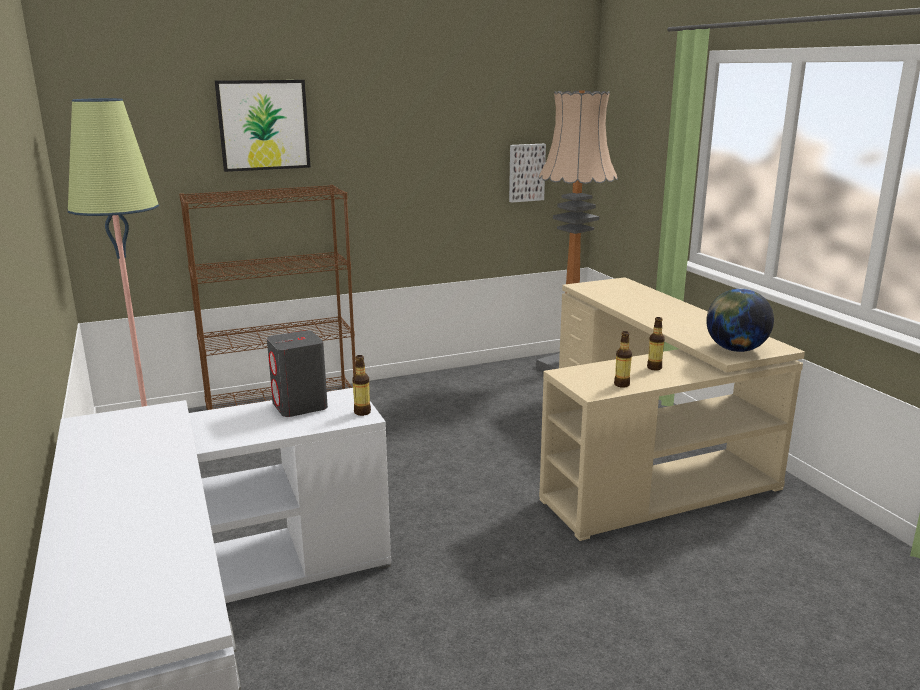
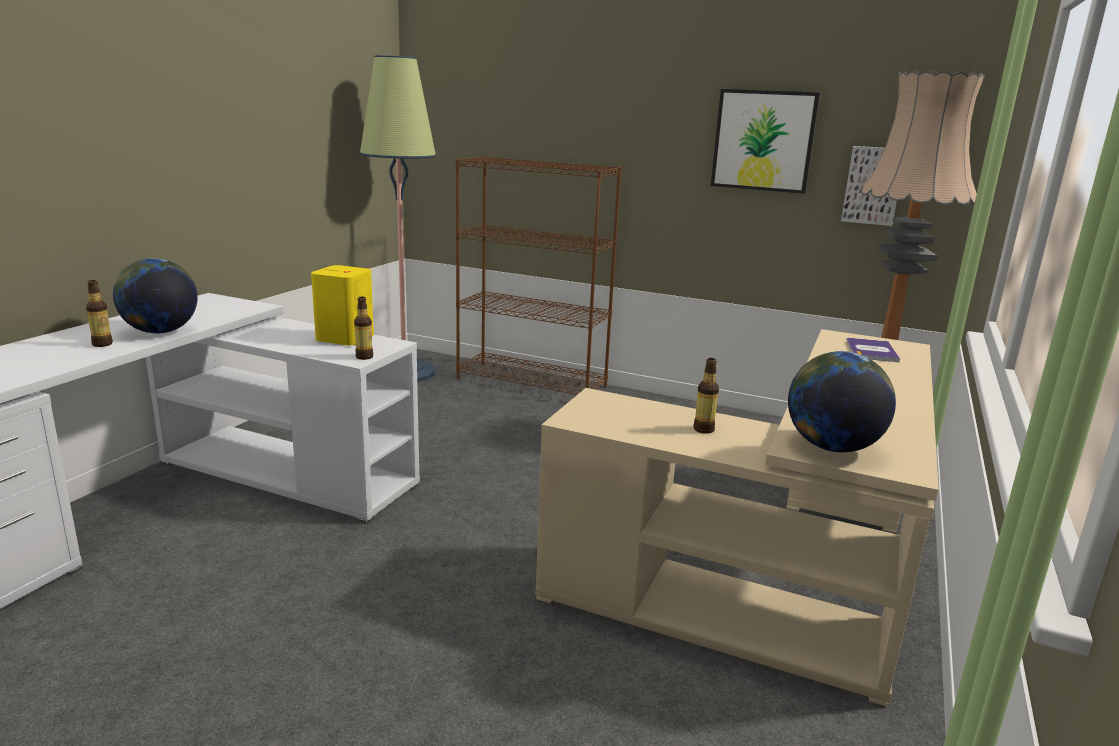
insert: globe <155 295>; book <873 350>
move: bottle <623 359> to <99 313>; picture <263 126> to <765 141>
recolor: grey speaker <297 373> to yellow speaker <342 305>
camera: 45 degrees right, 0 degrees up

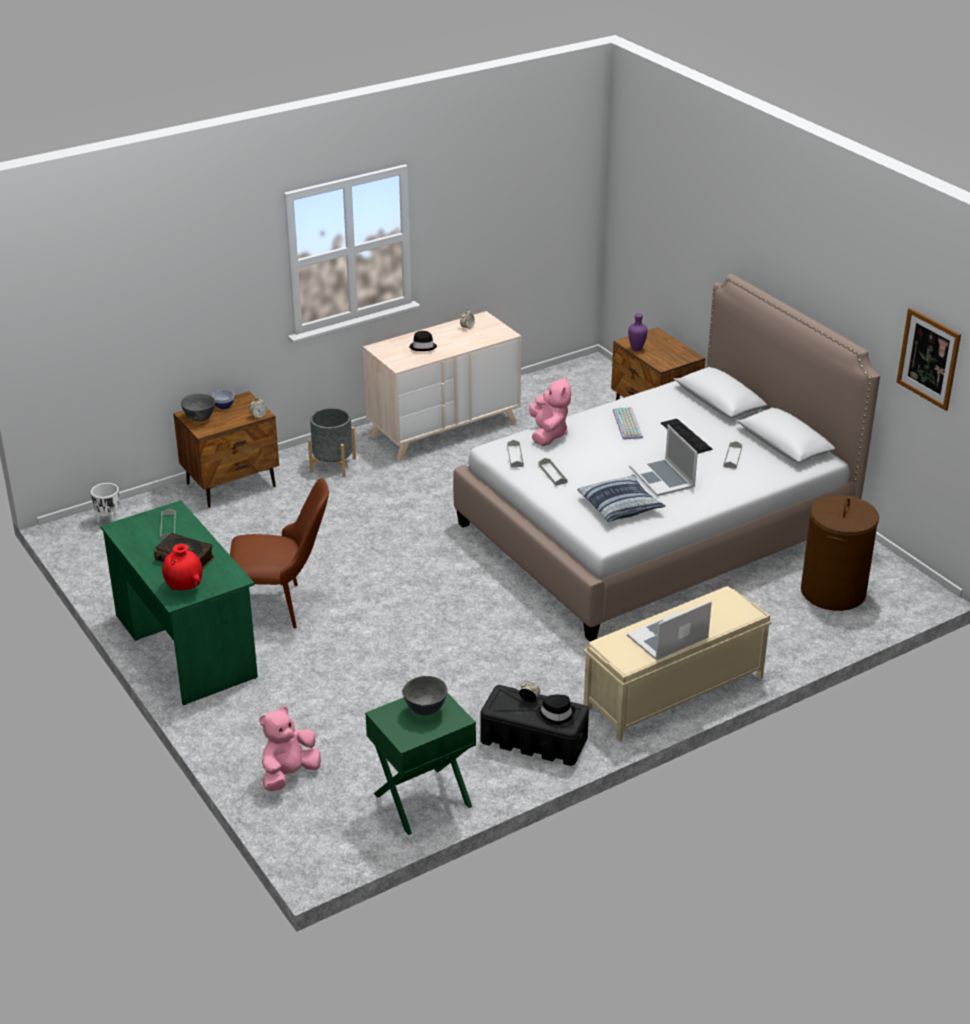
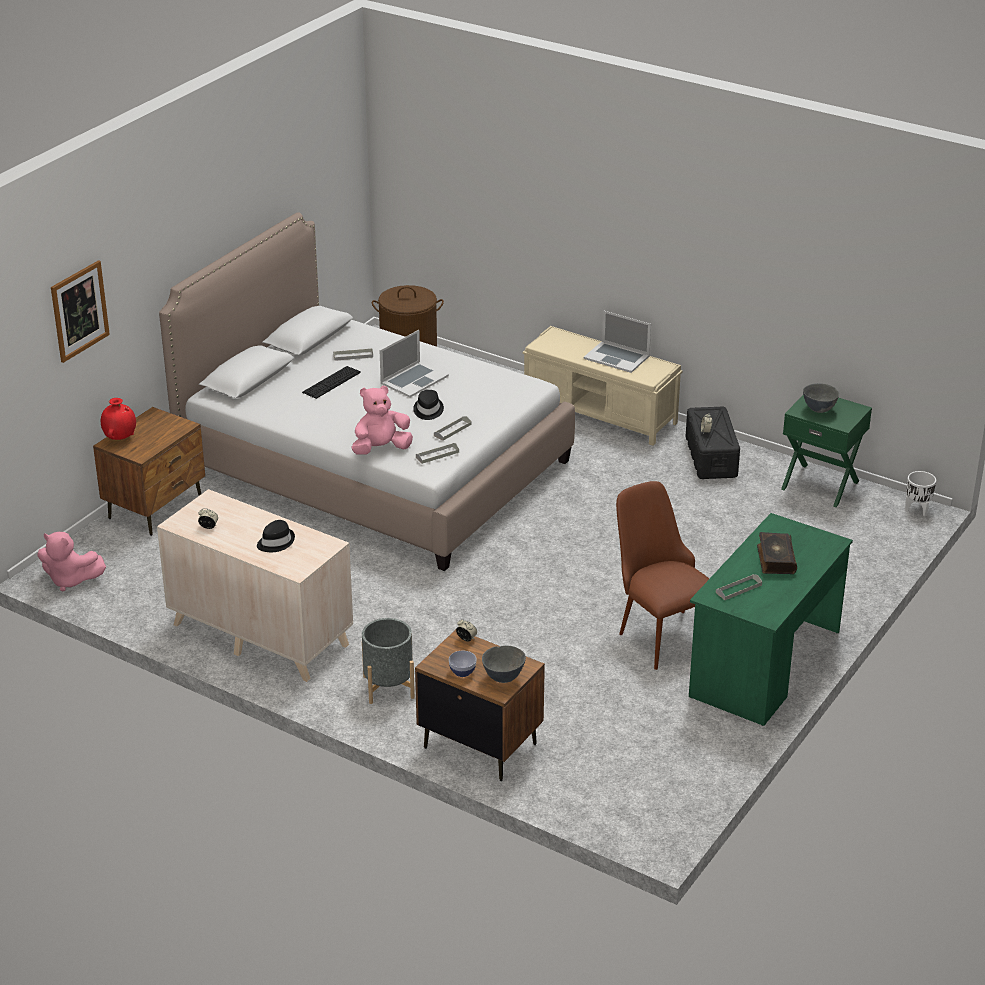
delete: pillow <622 498>; keyboard <628 423>; purple vase <637 332>
move: pink plush toy <290 748> to <72 562>; picture <929 359> to <80 311>; red vase <182 567> to <118 419>; black hat <556 710> to <428 405>; white planter <105 502> to <920 493>
camera: 115 degrees left, 0 degrees up

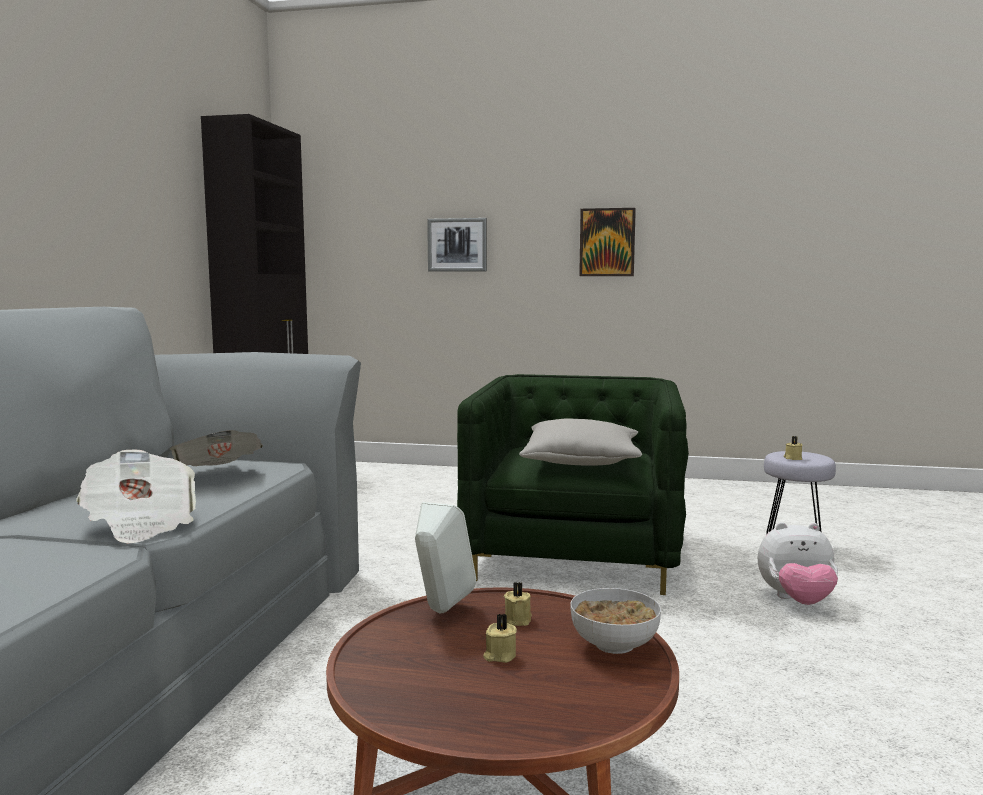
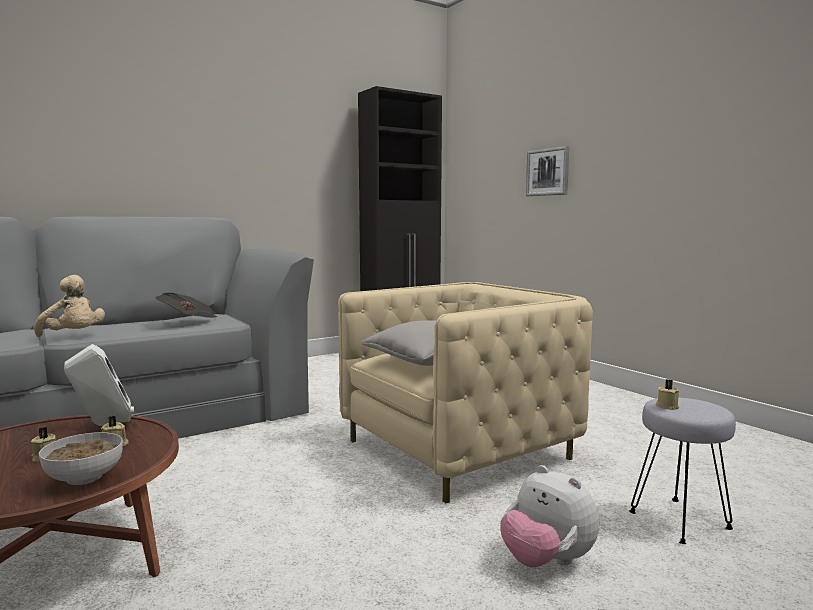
delete: picture <607 242>
replace: newspaper <136 496> to beige plush toy <69 306>
recolor: green armchair <573 484> to beige armchair <465 392>
camera: 45 degrees right, 0 degrees up

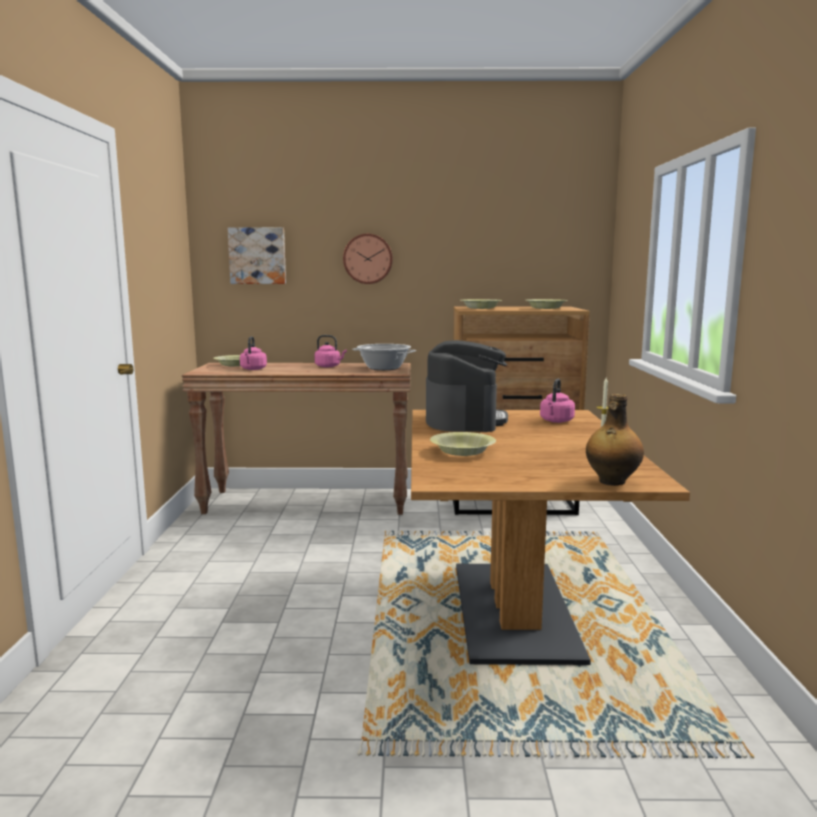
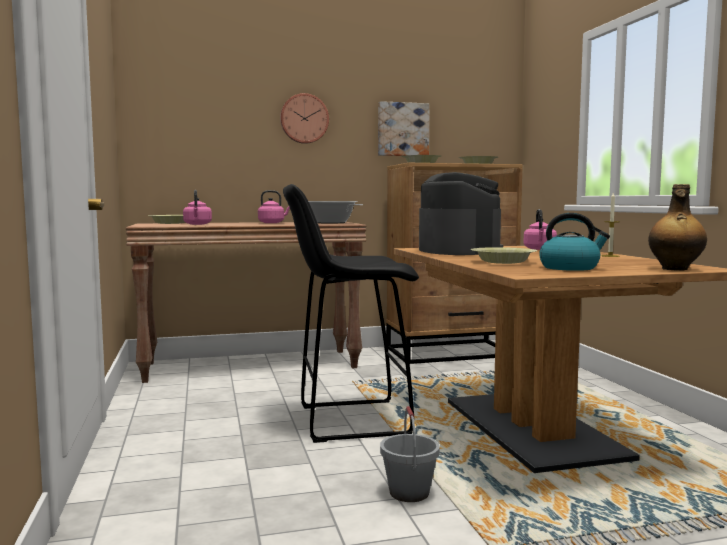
insert: black stool <351 313>; grey bucket <410 454>; kettle <574 242>
move: picture <257 255> to <404 128>
camera: 15 degrees left, 5 degrees down

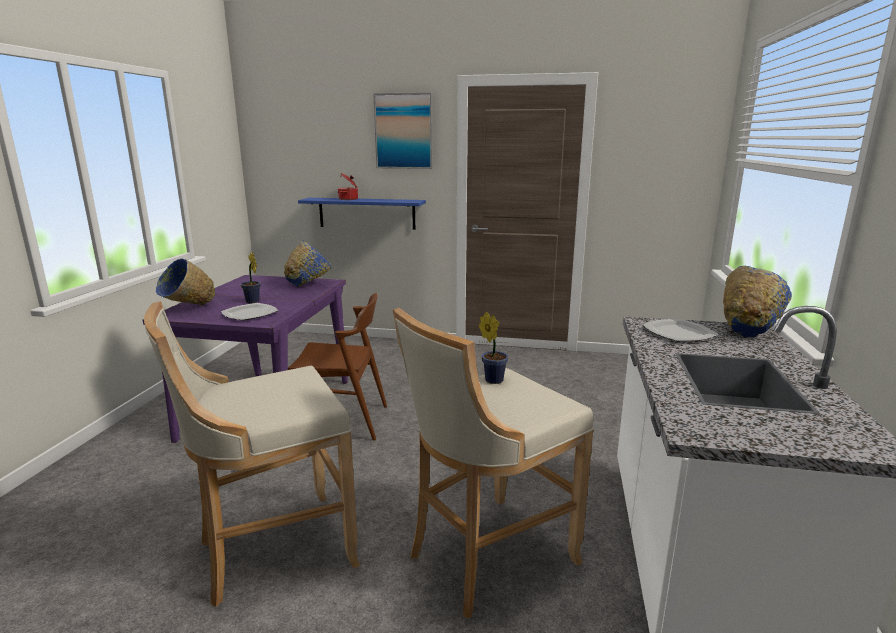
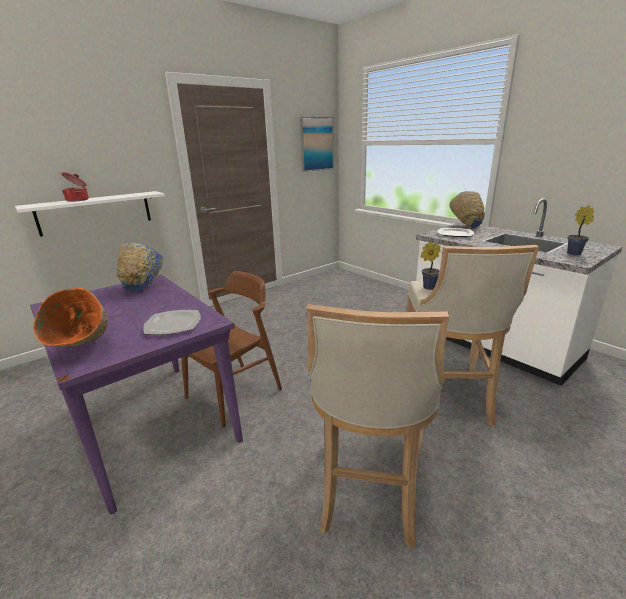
move: picture <403 131> to <317 144>; potted plant <251 277> to <580 230>
recolor: blue shelf <362 214> to white shelf <90 214>; blue bowl <185 282> to orange bowl <70 317>
camera: 50 degrees left, 5 degrees up

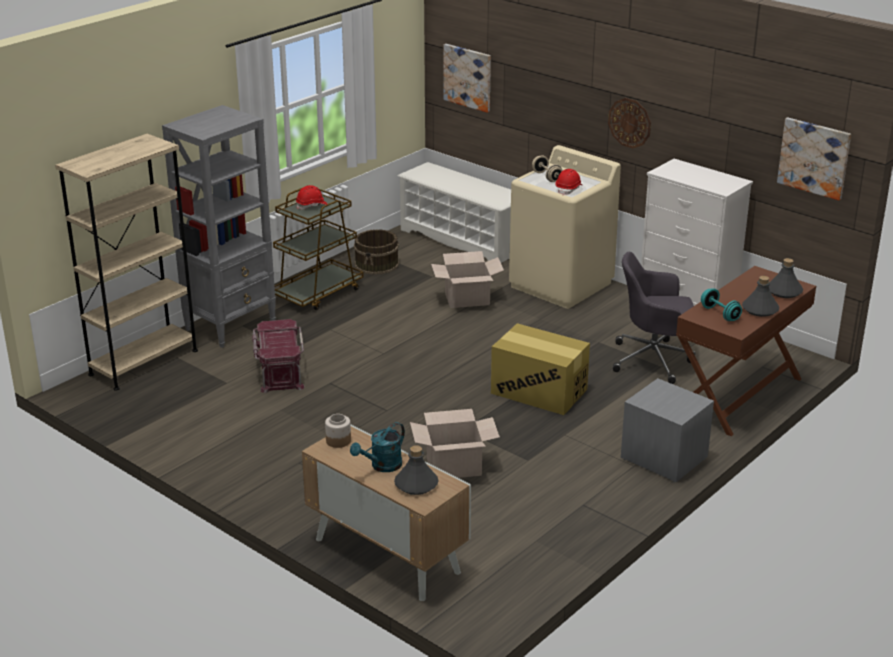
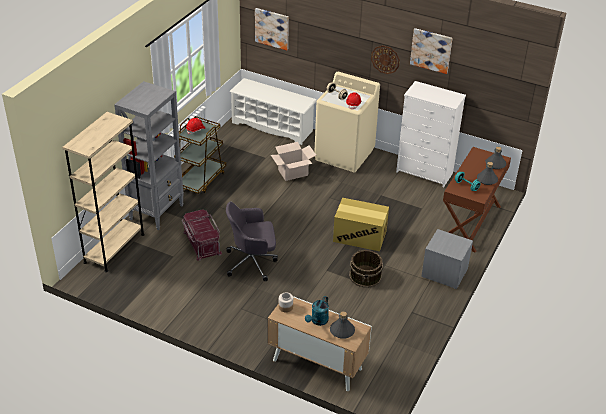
delete: cardboard box <455 443>
move: grey office chair <654 318> to <252 241>; brown bucket <376 252> to <366 269>; picture <814 158> to <431 51>
camera: 15 degrees left, 10 degrees up

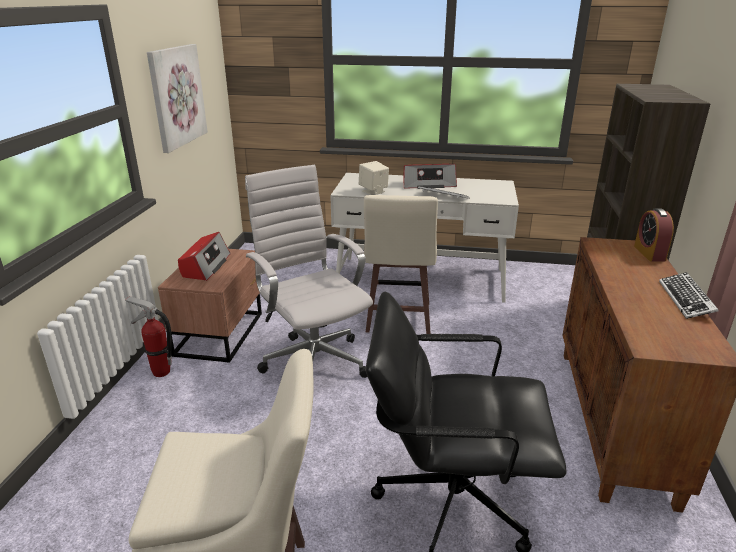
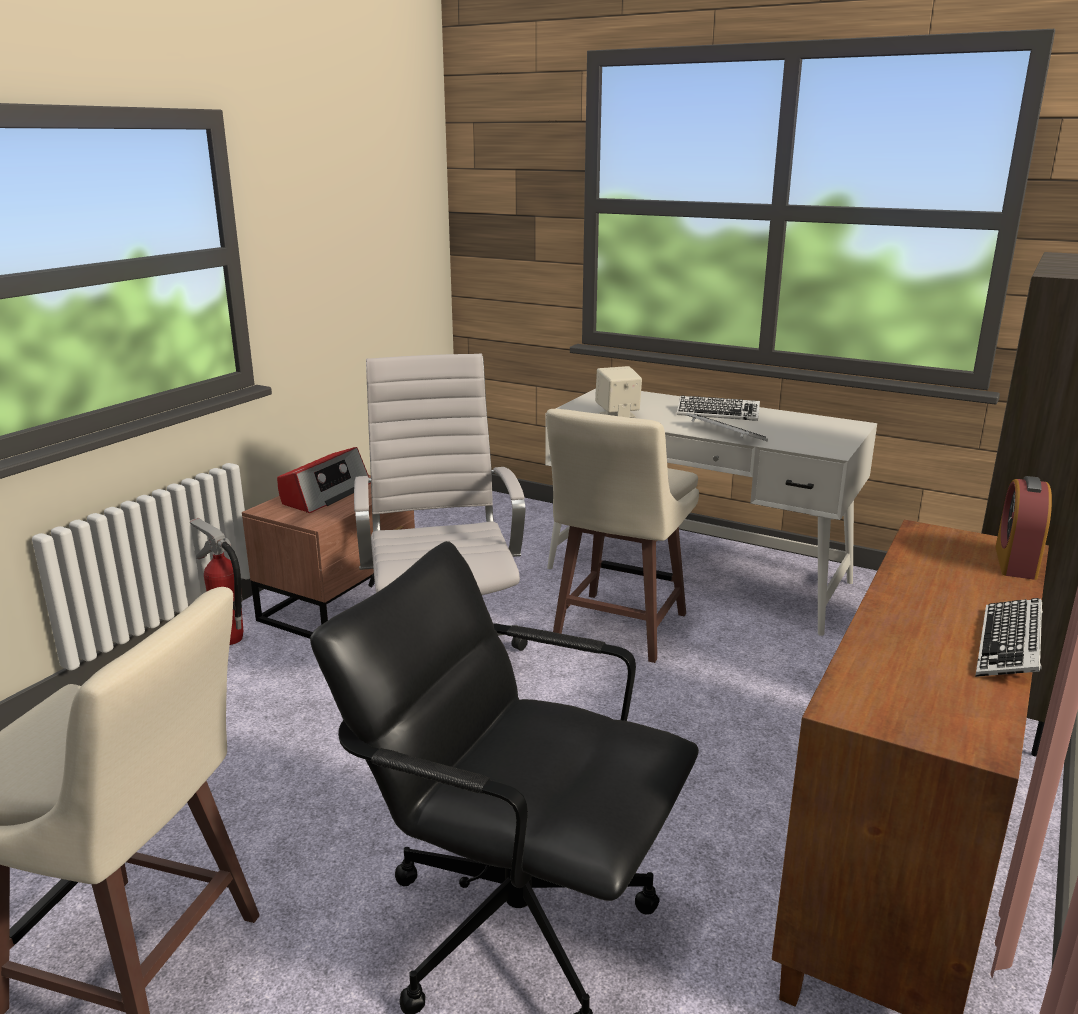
delete: picture <177 98>
replace: radio <430 176> to keyboard <718 408>
camera: 20 degrees right, 5 degrees down

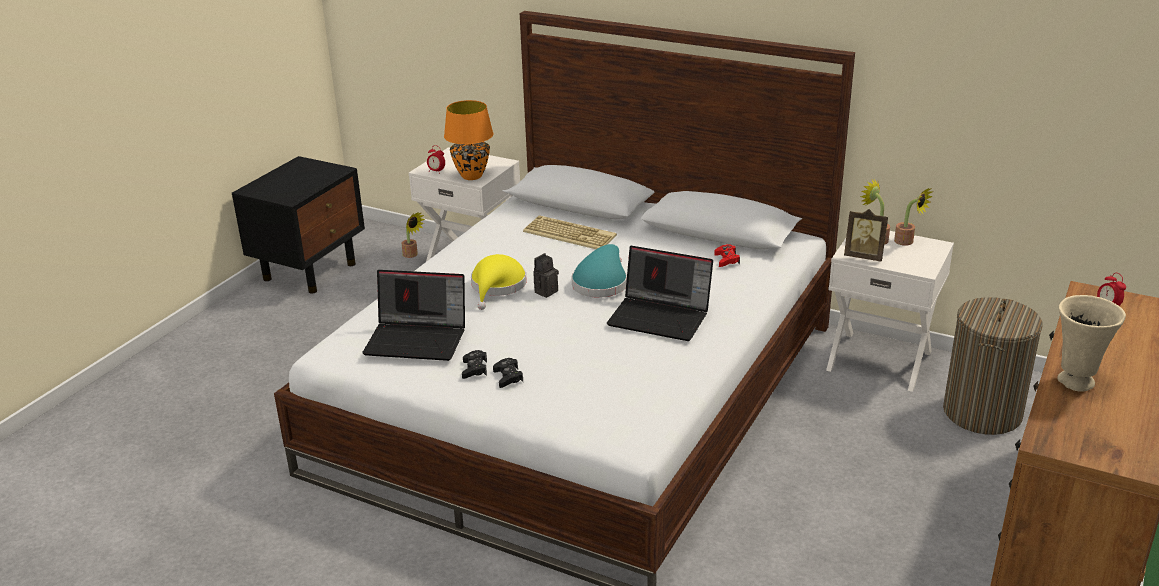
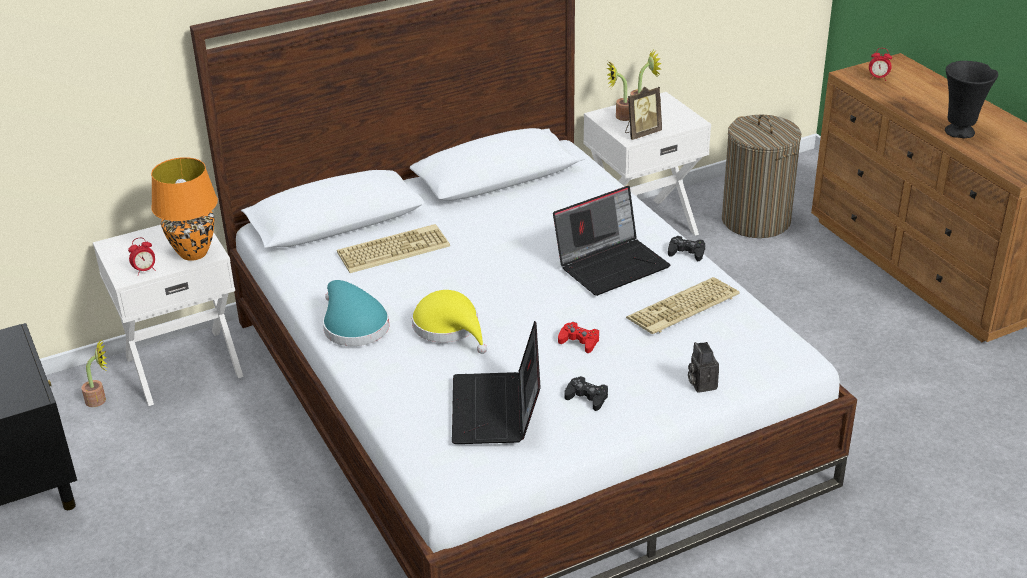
insert: keyboard <683 305>
move: turquoise hat <599 271> to <356 313>; red game controller <727 255> to <578 337>; black game controller <508 373> to <686 248>; photo camera <546 275> to <703 367>
recolor: beige vase <1091 343> to black vase <971 100>
rotate: laptop <413 315> = <496 382> 135 degrees clockwise
camera: 55 degrees left, 5 degrees up

